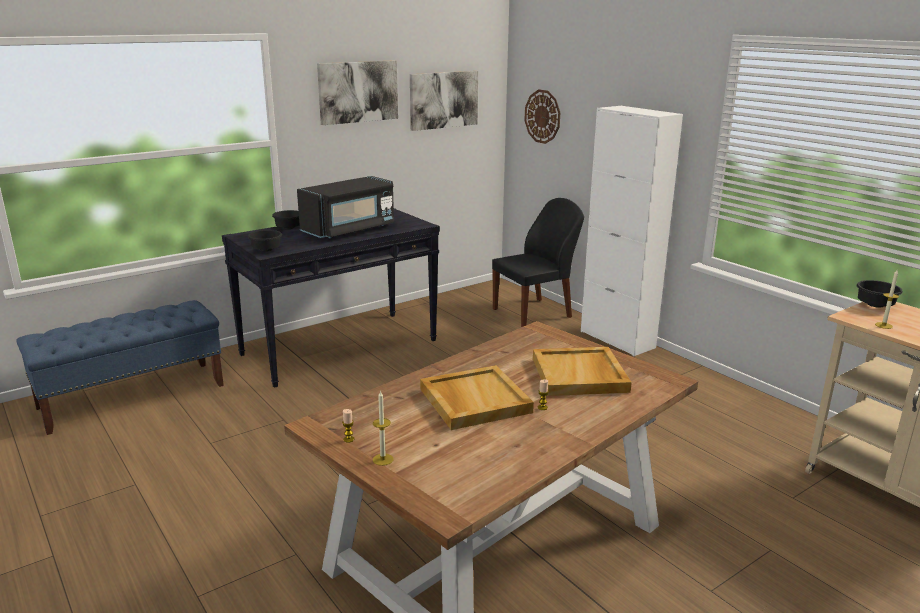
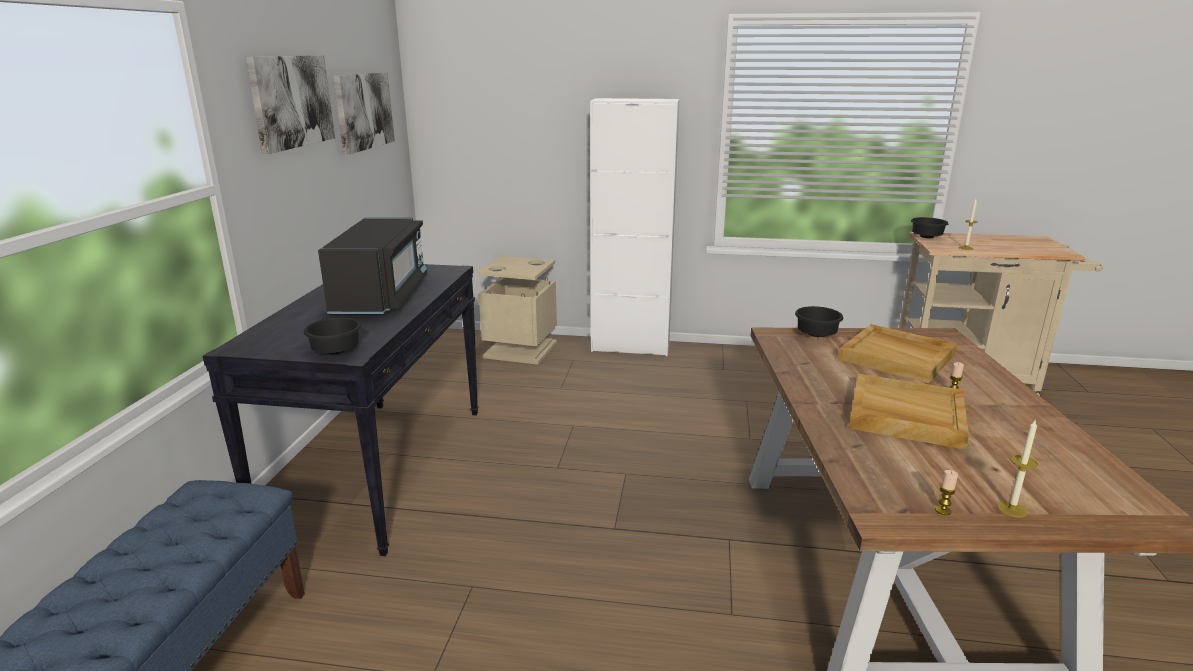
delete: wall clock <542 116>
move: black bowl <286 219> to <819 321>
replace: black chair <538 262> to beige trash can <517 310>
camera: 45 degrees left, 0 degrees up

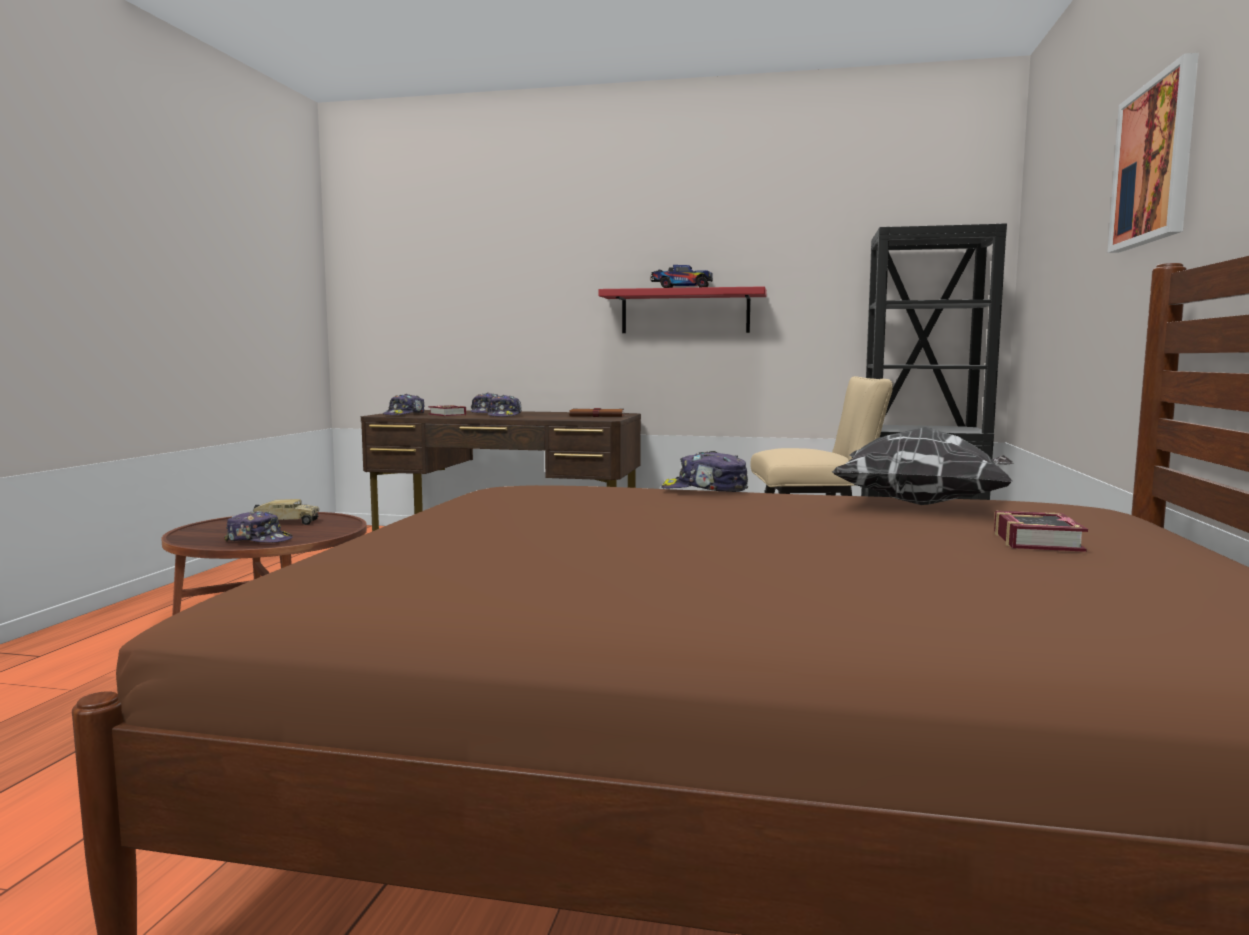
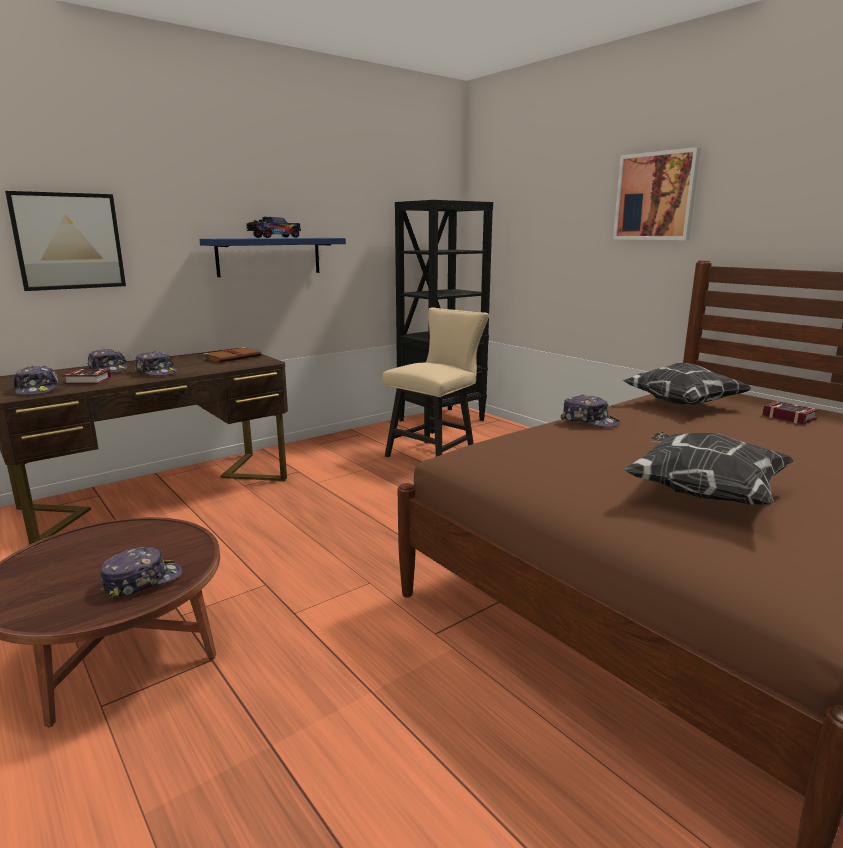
delete: toy truck <286 512>
insert: picture <65 241>; pillow <708 468>
recolor: red shelf <682 309> to blue shelf <273 257>
rotate: cap <704 471> = <590 411> 105 degrees counterclockwise
camera: 50 degrees left, 10 degrees up

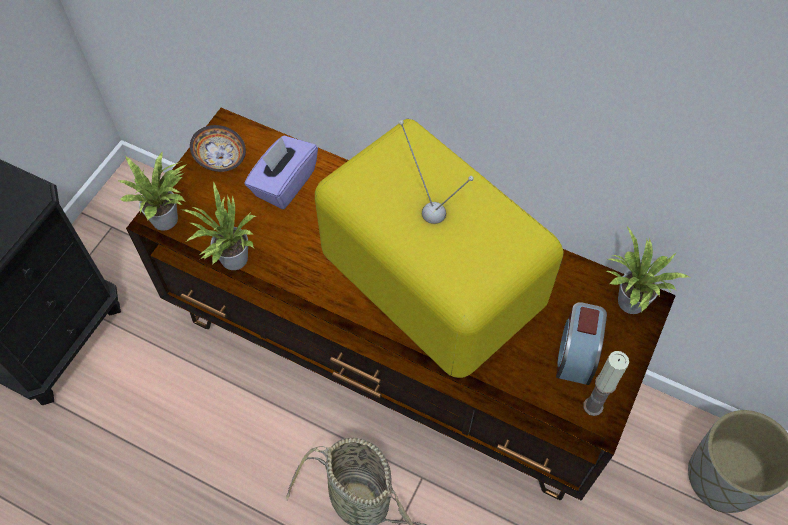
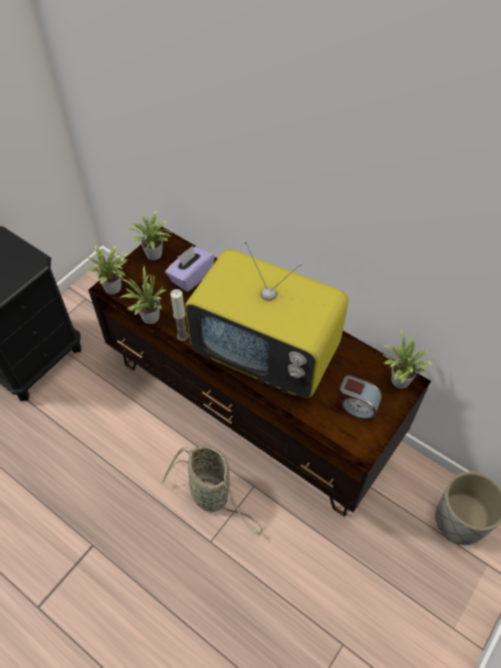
move: candle <606 383> to <179 315>
replace: bowl <218 148> to potted plant <147 234>
rotate: television <439 248> = <266 318> 150 degrees clockwise; alarm clock <581 343> = <359 399> 90 degrees counterclockwise
camera: 10 degrees right, 5 degrees down

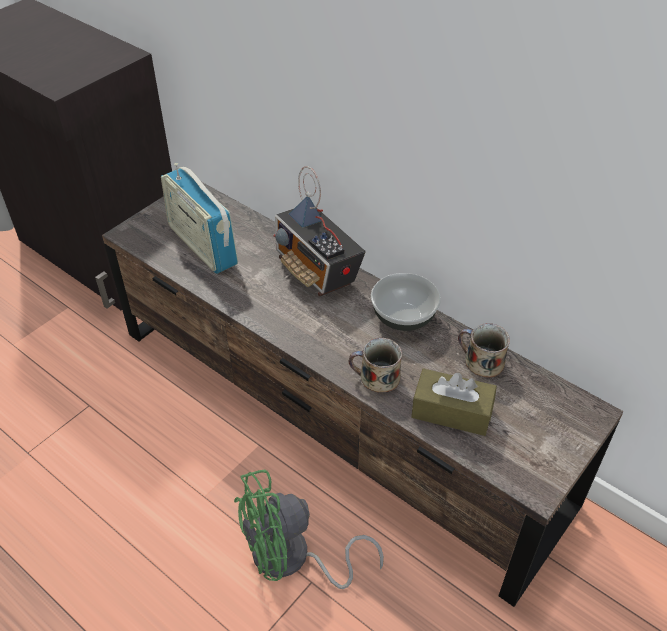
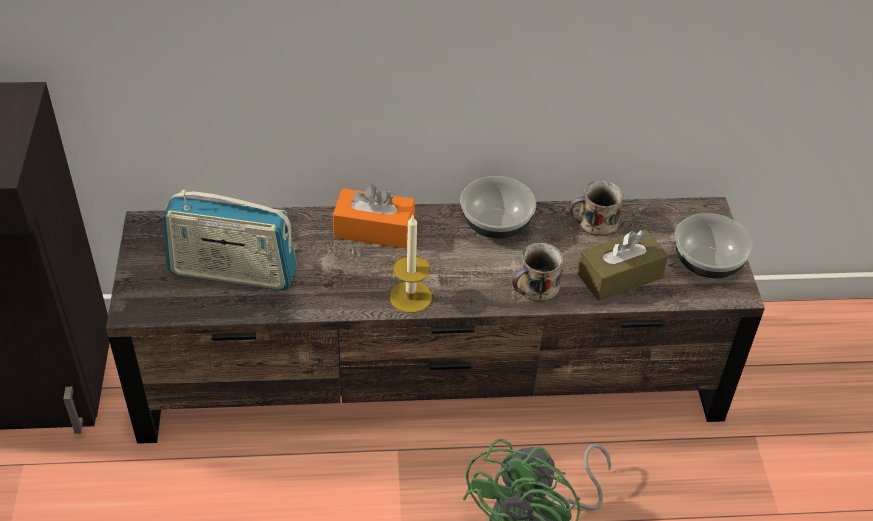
insert: candle <411 263>; bowl <714 245>
replace: radio <319 231> to orange tissue box <374 216>
camera: 45 degrees left, 0 degrees up

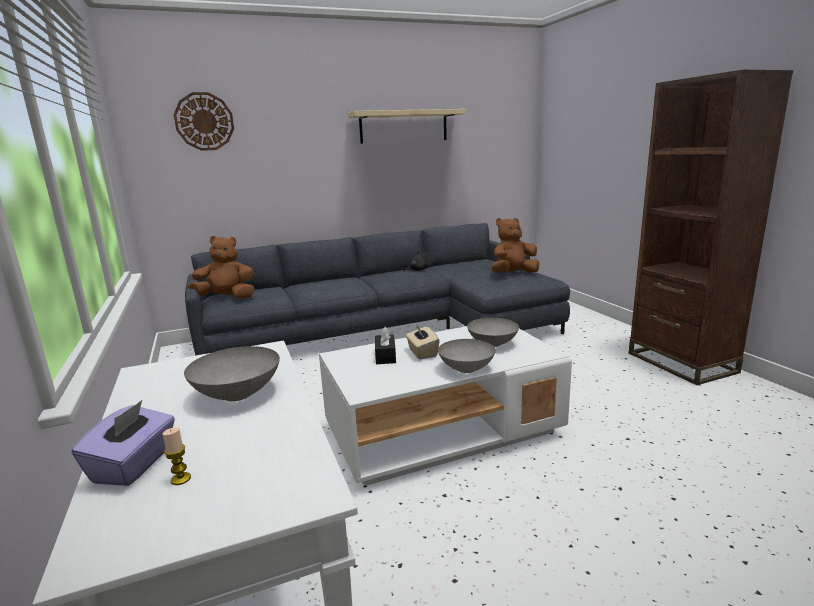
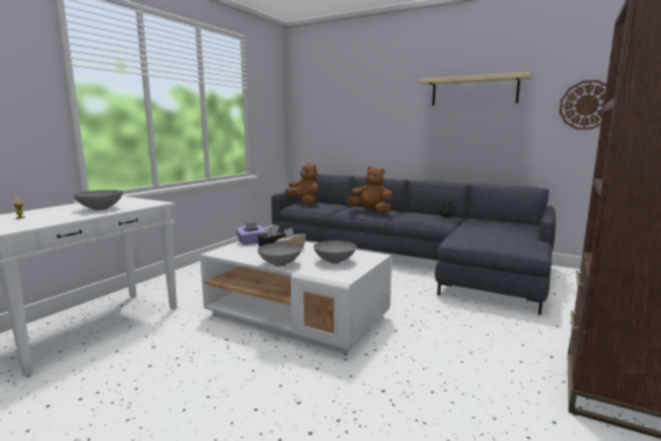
move: purple tissue box <123 443> to <251 233>; brown plush toy <515 245> to <369 189>; wall clock <204 121> to <582 105>
camera: 50 degrees right, 5 degrees down

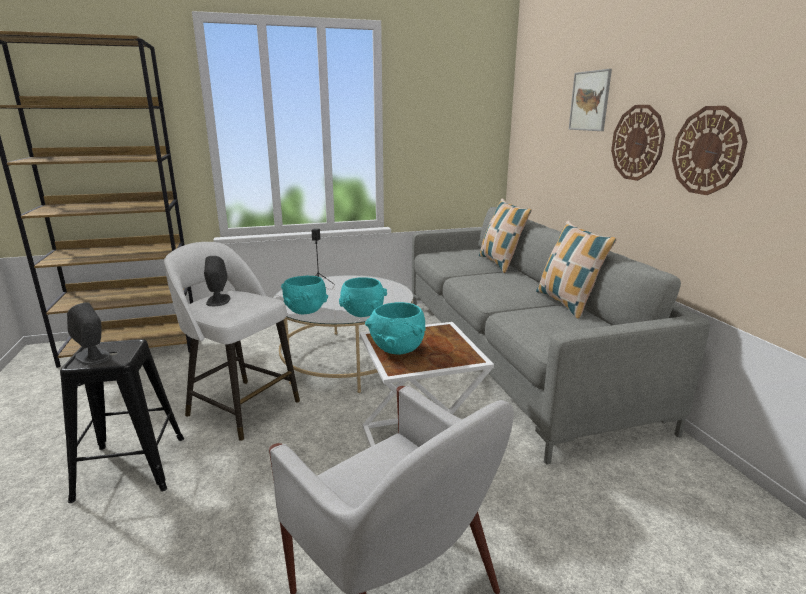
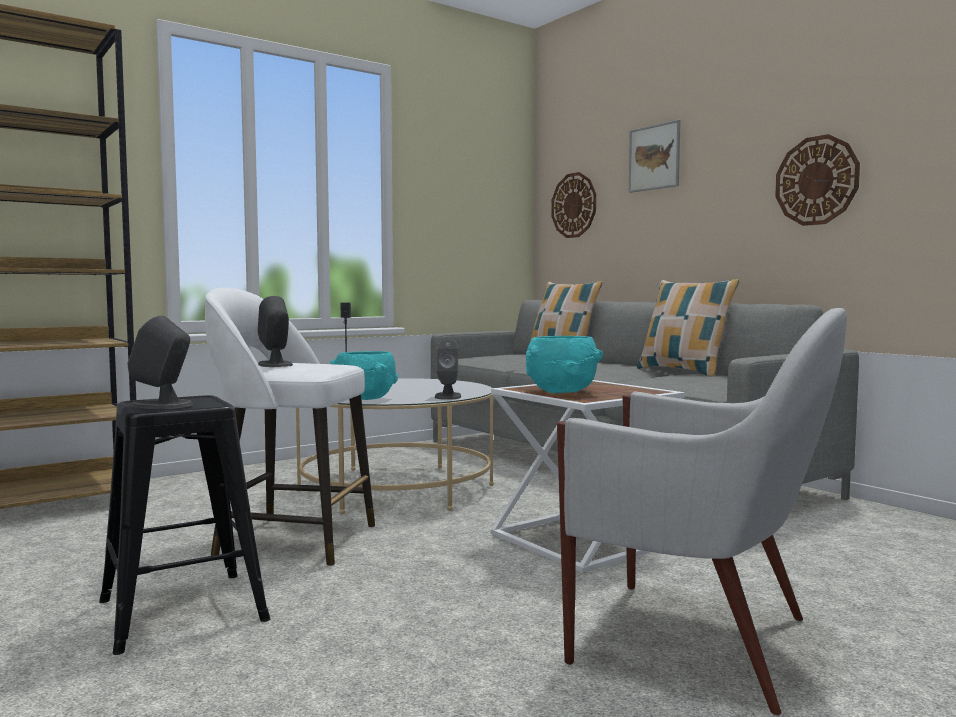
move: wall clock <638 143> to <573 205>
replace: turquoise bowl <363 297> to grey speaker <448 369>
camera: 20 degrees left, 15 degrees down

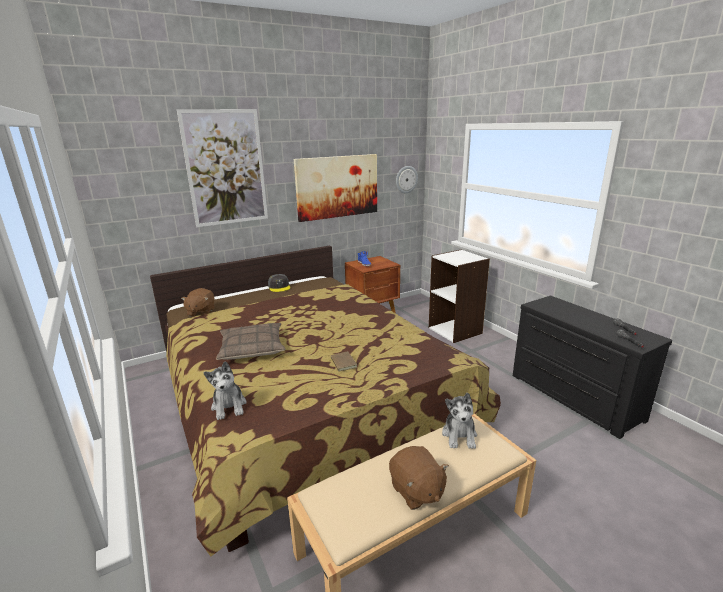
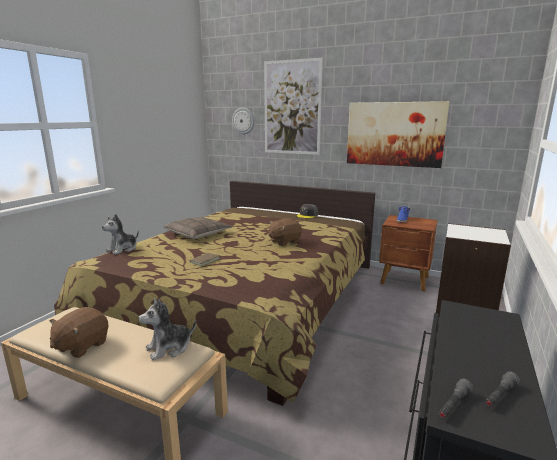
move: wall clock <407 179> to <243 121>; brown plush toy <198 302> to <285 232>
camera: 55 degrees right, 5 degrees down

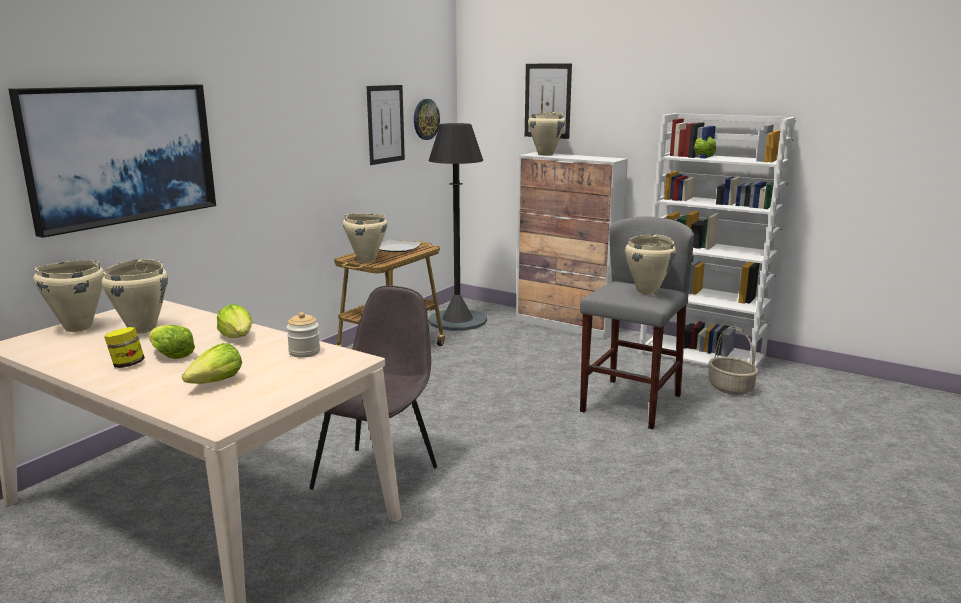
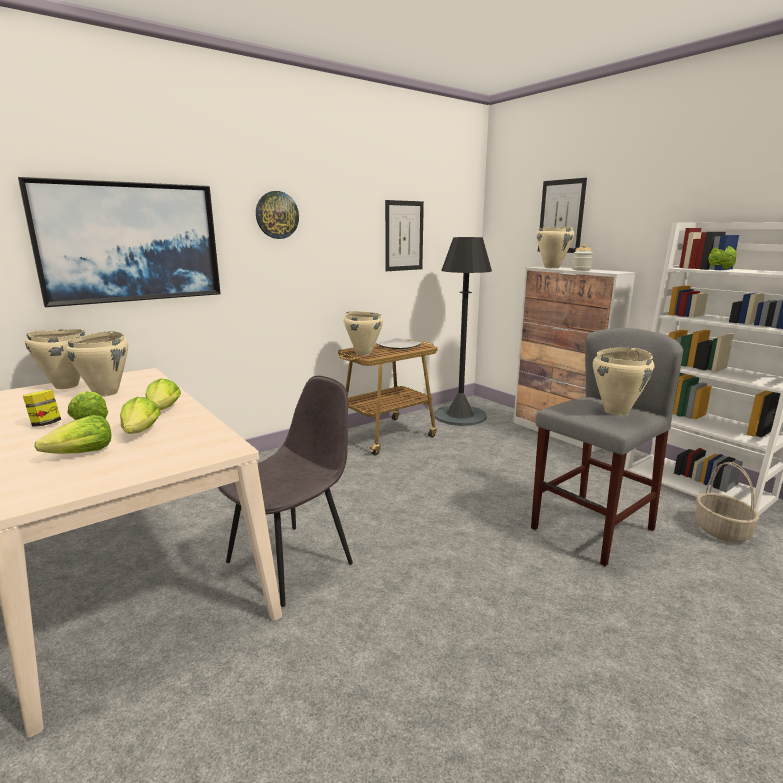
insert: lettuce <140 415>
move: wall clock <427 119> to <277 215>; jar <303 335> to <582 257>
camera: 20 degrees right, 0 degrees up

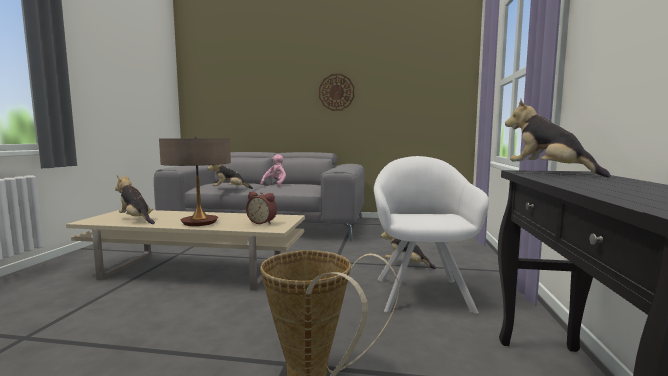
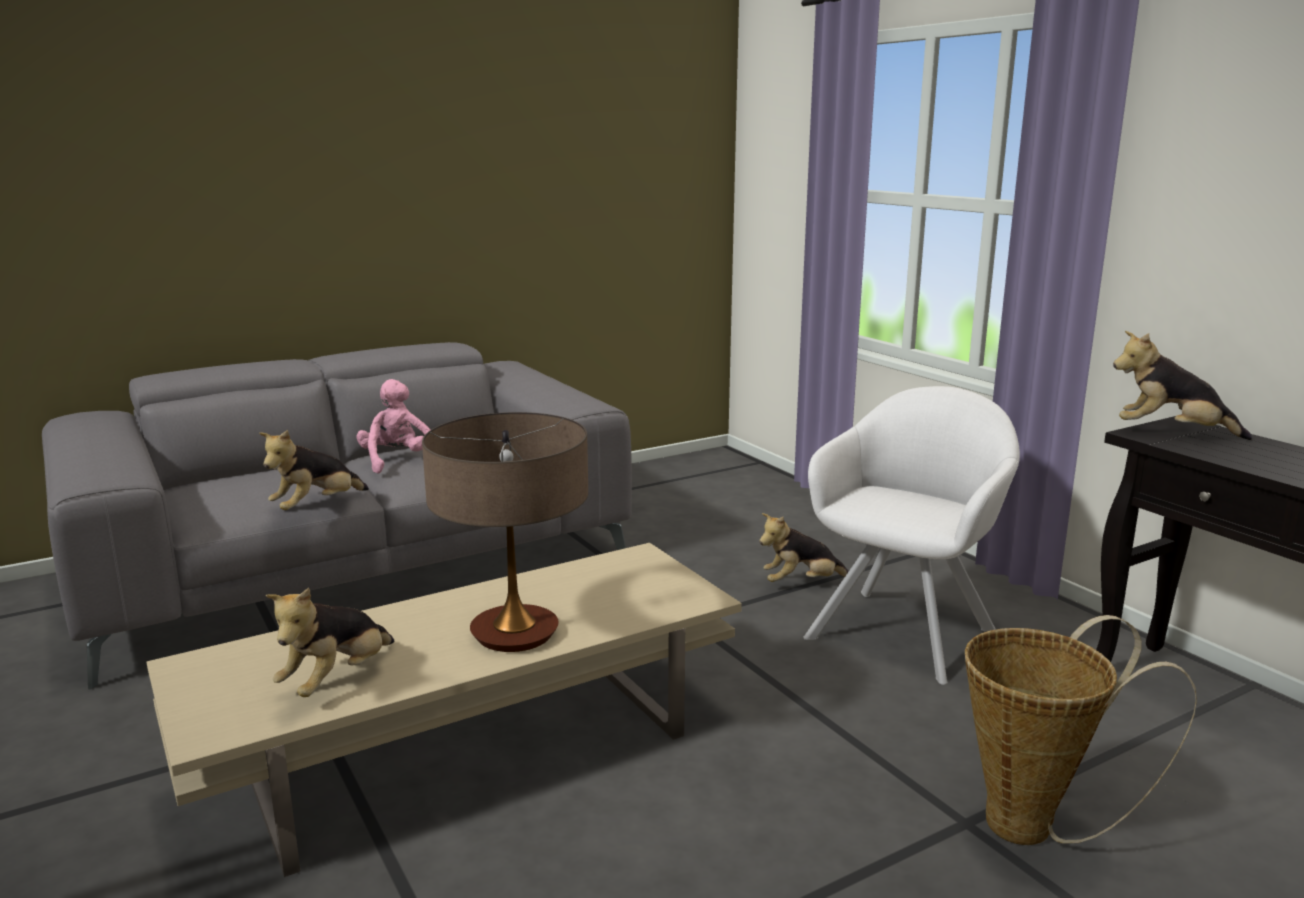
delete: alarm clock <261 208>; wall clock <337 92>
rotate: plush toy <135 199> = <330 642> 60 degrees counterclockwise; white armchair <431 235> = <911 535> 75 degrees clockwise
camera: 40 degrees left, 10 degrees up

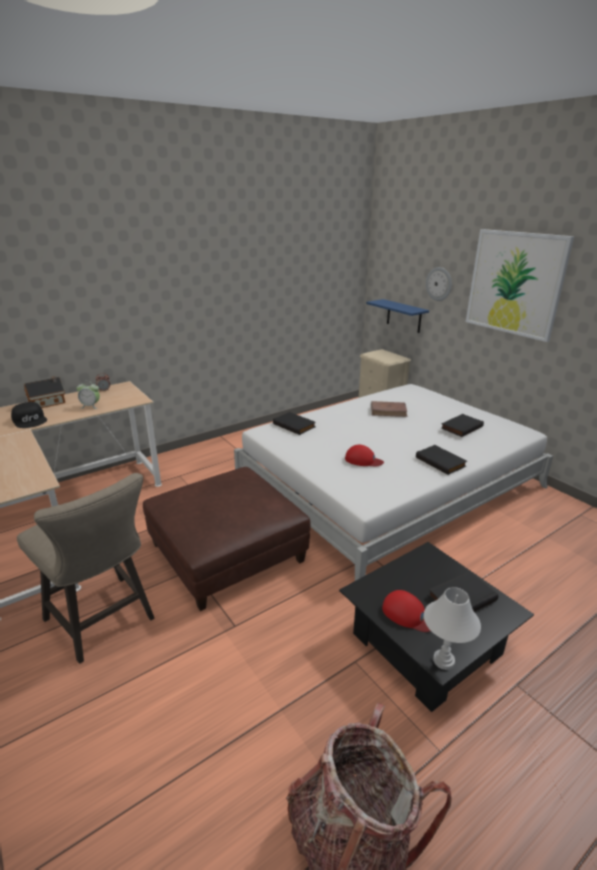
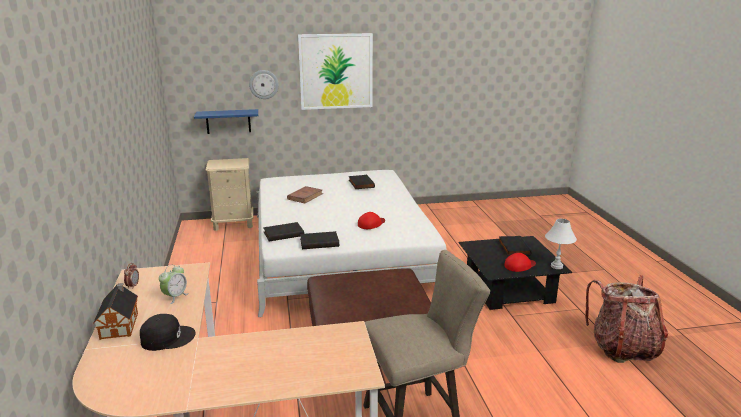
move: black book <441 460> to <319 240>
camera: 65 degrees left, 5 degrees down

